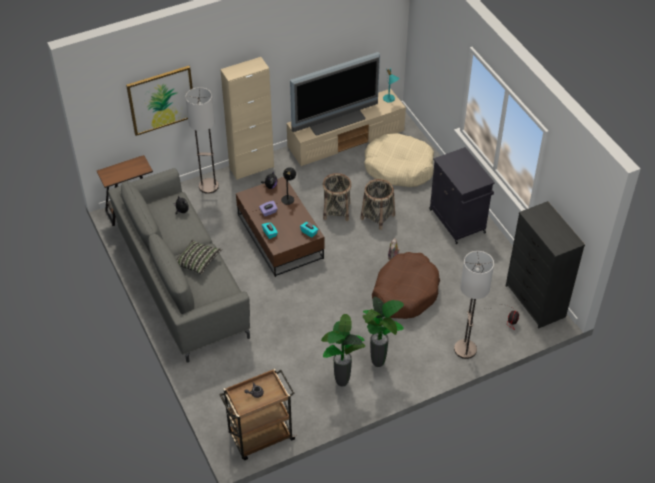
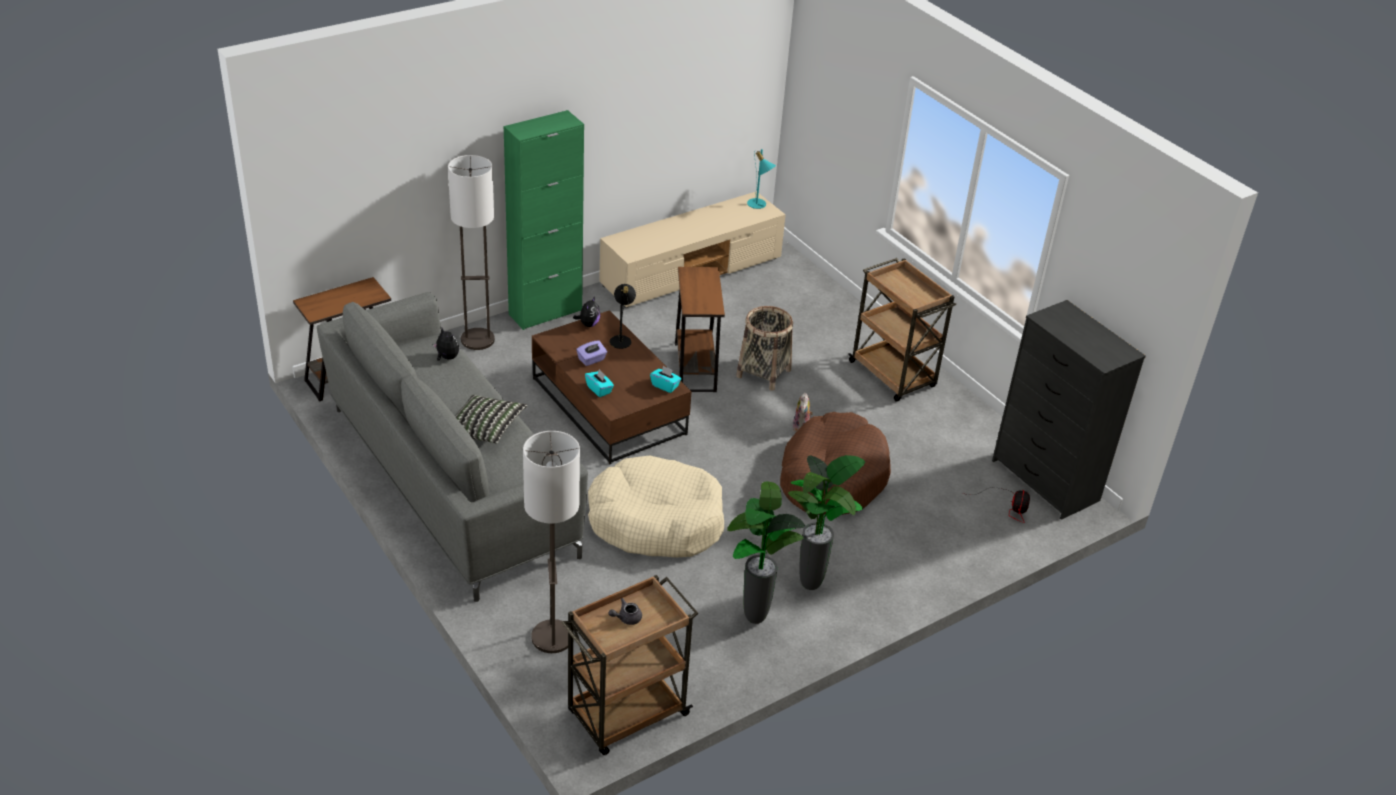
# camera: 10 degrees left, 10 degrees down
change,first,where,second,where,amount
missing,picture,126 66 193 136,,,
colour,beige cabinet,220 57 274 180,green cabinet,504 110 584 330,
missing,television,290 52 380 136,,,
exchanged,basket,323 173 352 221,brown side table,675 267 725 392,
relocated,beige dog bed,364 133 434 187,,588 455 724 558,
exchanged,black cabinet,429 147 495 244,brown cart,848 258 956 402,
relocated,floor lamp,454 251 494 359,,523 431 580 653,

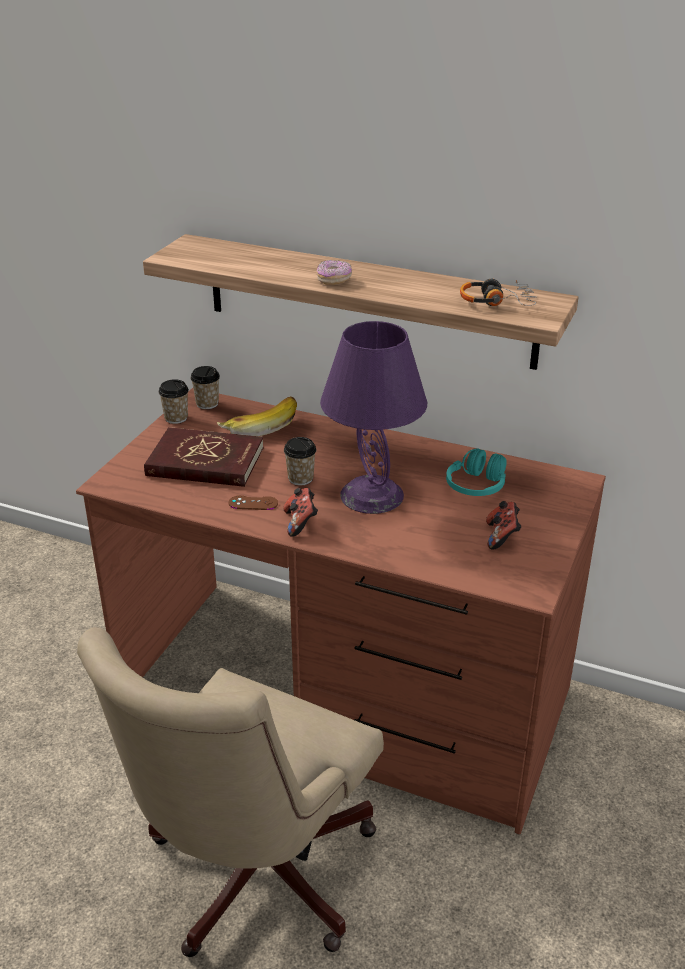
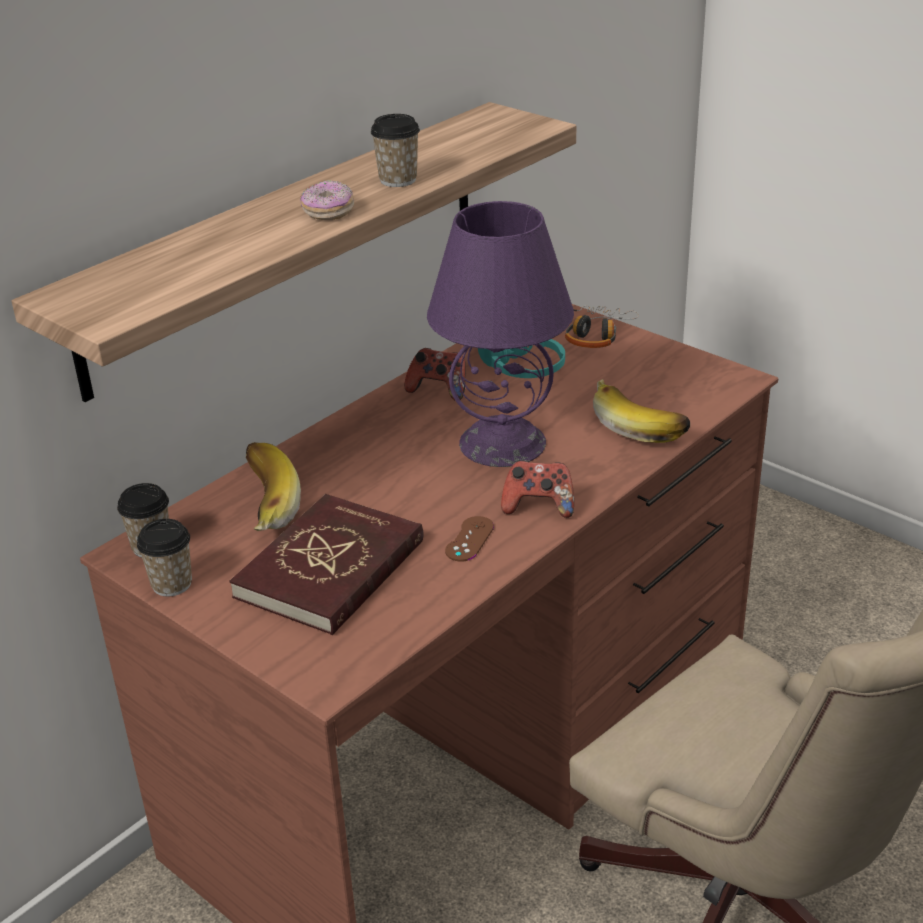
# camera: 70 degrees left, 0 degrees up
change,first,where,second,where,amount
relocated,cup,284 437 316 485,,371 114 420 187,
relocated,headphones,460 279 537 306,,565 306 639 348,
relocated,game controller,486 501 522 549,,404 348 466 400,
appeared,,,banana,593 379 690 443,

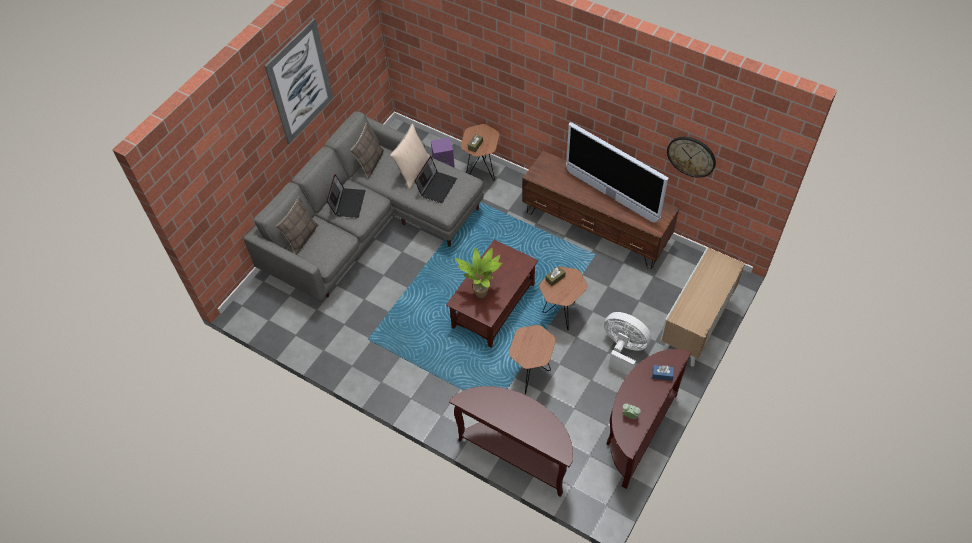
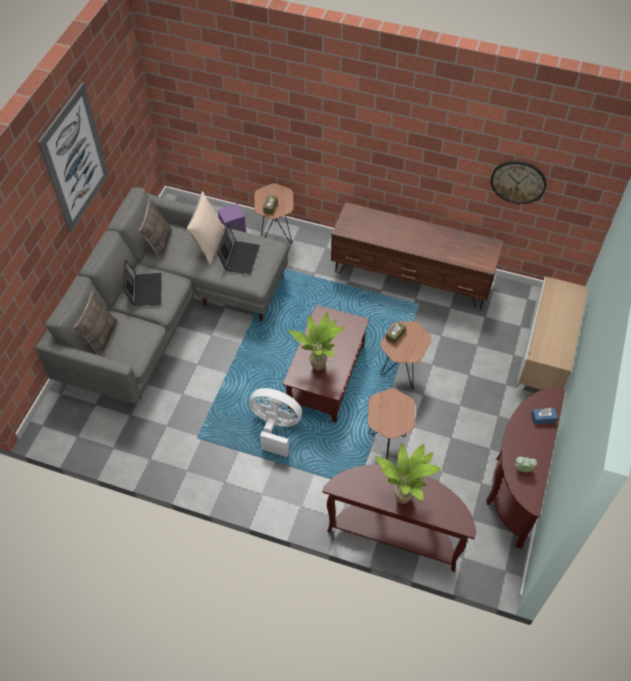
# camera: 15 degrees left, 0 degrees up
change,first,where,second,where,amount
missing,television,566 122 668 223,,,
relocated,white fan,604 312 651 375,,249 388 302 457,
appeared,,,potted plant,375 444 441 504,

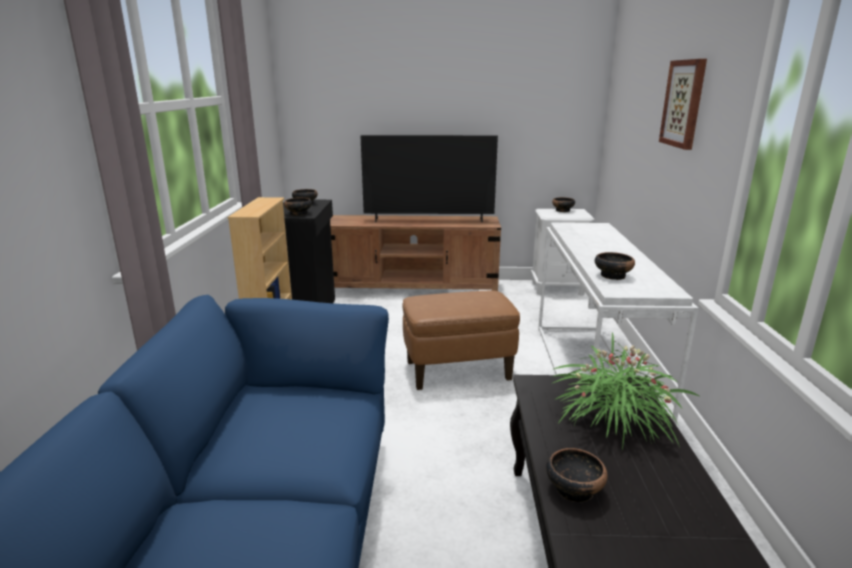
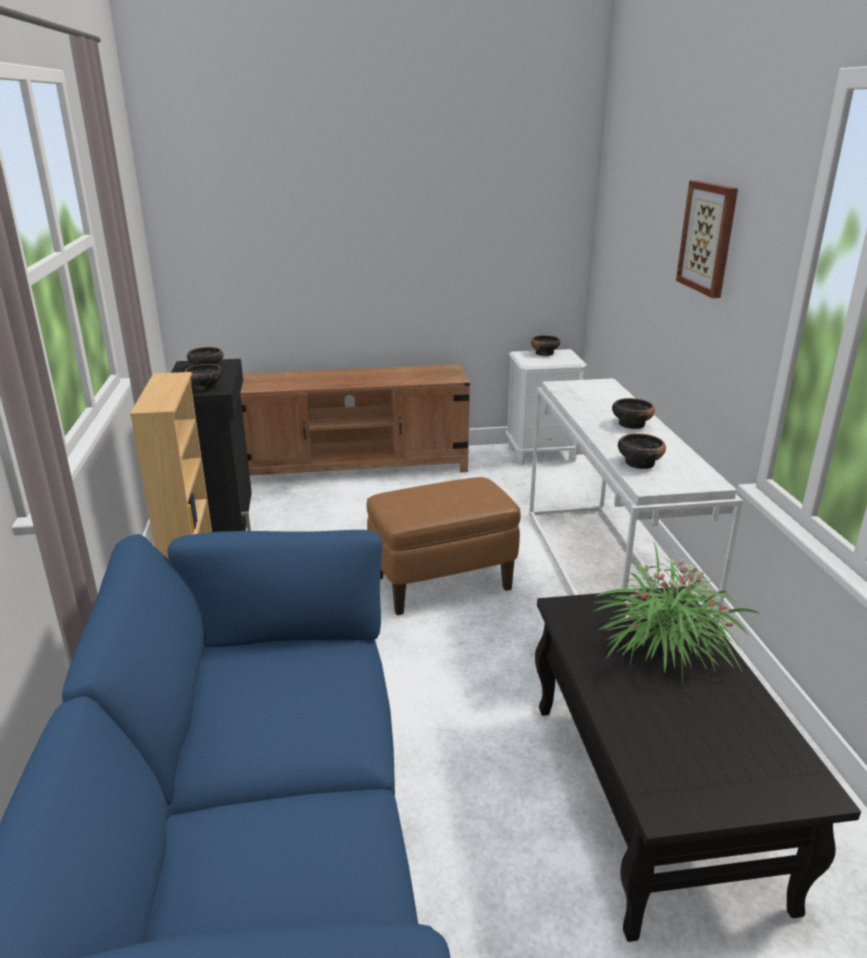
# camera: 10 degrees left, 5 degrees up
change,first,where,second,where,amount
missing,television,360 135 498 223,,,
relocated,bowl,546 448 608 503,,612 398 655 429,

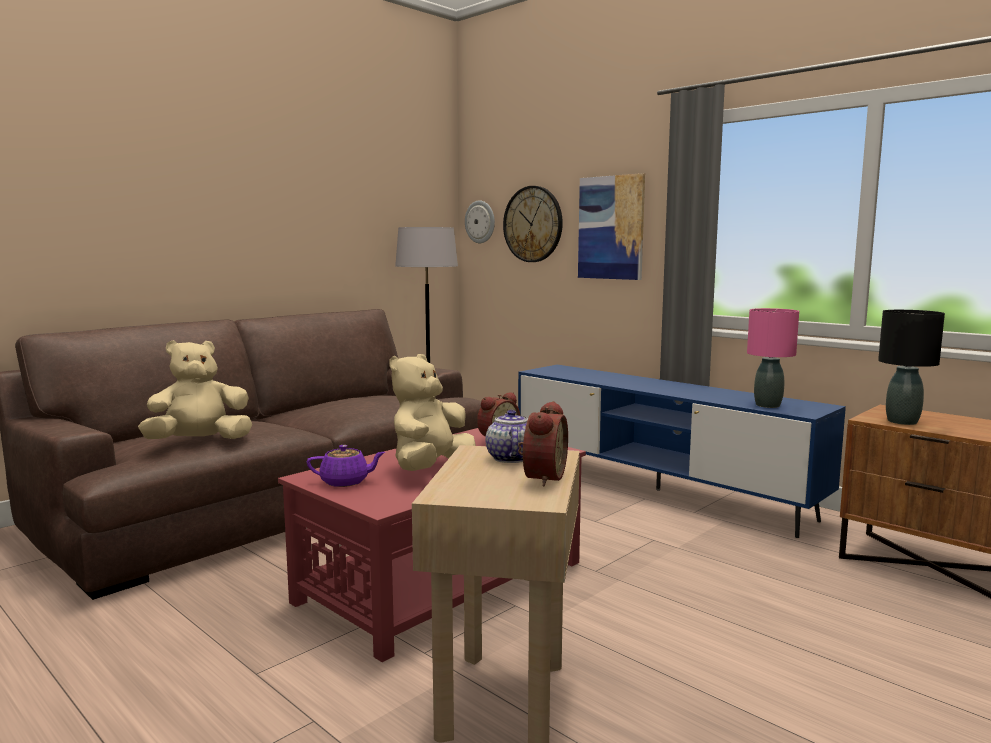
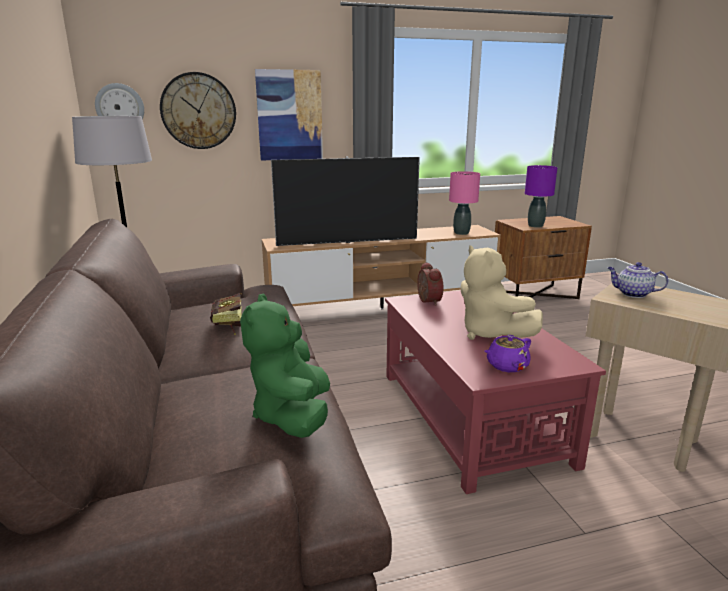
# camera: 60 degrees left, 10 degrees up
change,first,where,second,where,amount
colour,beige plush toy,138 340 252 439,green plush toy,240 294 330 438,
spun,purple teapot,307 445 385 487,,484 335 531 372,150 degrees counterclockwise
colour,blue tv stand,518 365 846 538,brown tv stand,262 225 501 310,
missing,alarm clock,518 401 568 487,,,
colour,black table lamp,878 310 945 425,purple table lamp,525 165 558 228,
appeared,,,book,210 293 242 335,
appeared,,,television,271 156 420 246,

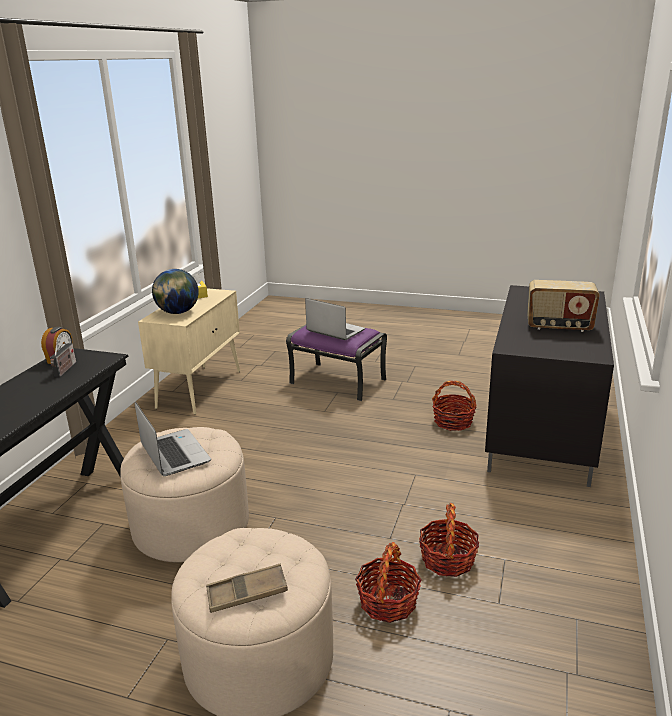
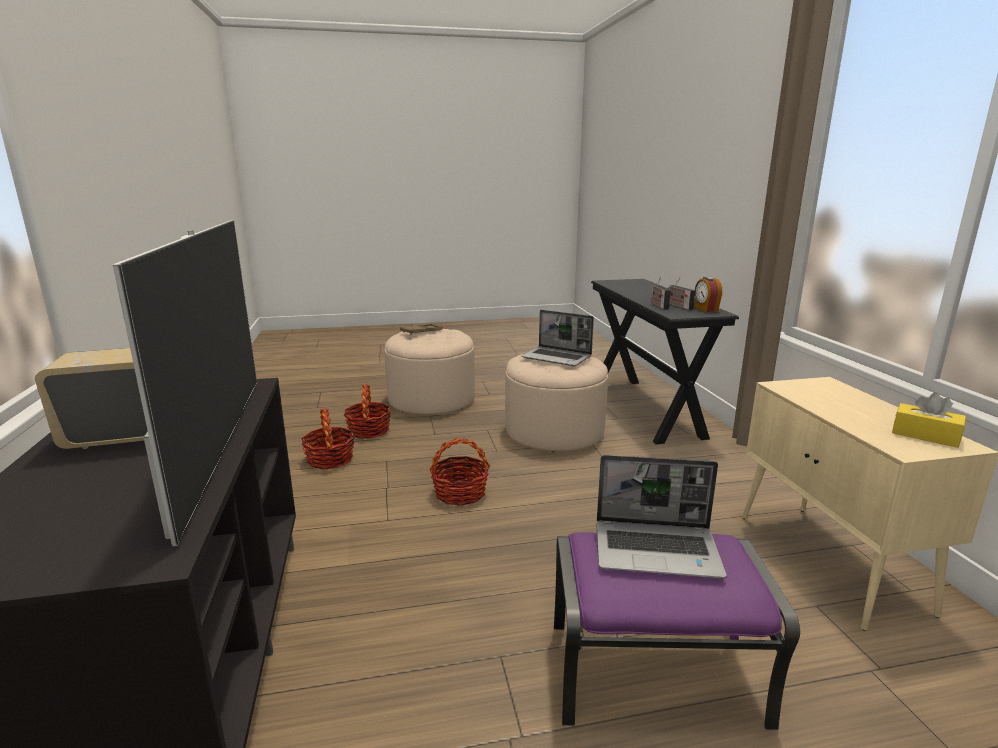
# camera: 150 degrees right, 5 degrees down
change,first,where,second,where,amount
missing,globe,152 269 199 314,,,
relocated,basket,432 381 477 431,,430 438 491 506,
appeared,,,television,113 220 257 546,
appeared,,,radio,651 276 671 310,

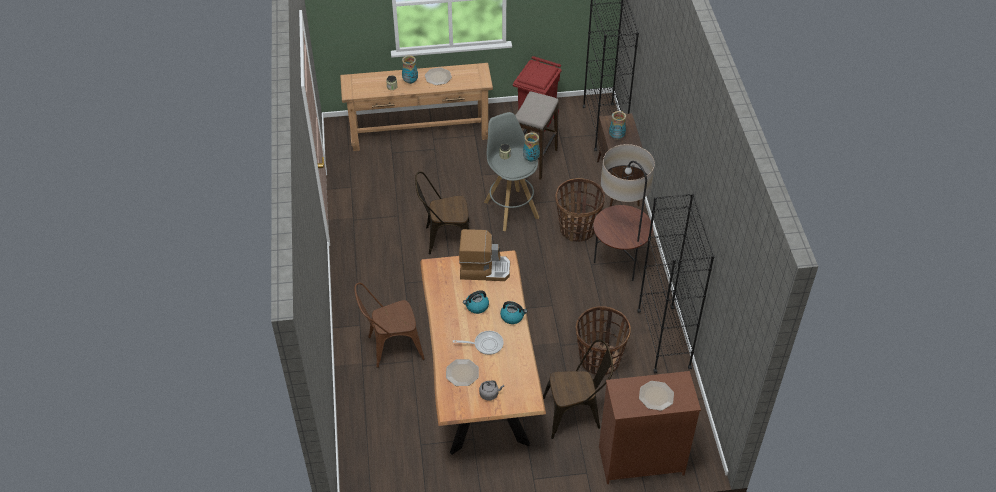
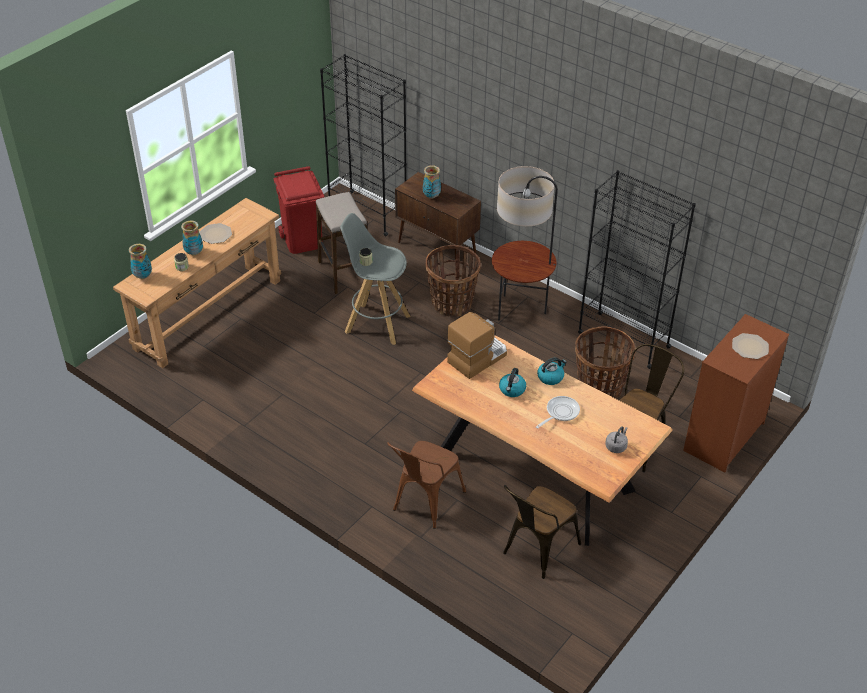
# camera: 45 degrees left, 5 degrees down
change,first,where,second,where,amount
relocated,brown chair,415 172 469 254,,503 485 581 579,
missing,plate,446 359 479 386,,,
relocated,vase,523 132 540 162,,129 244 152 279,

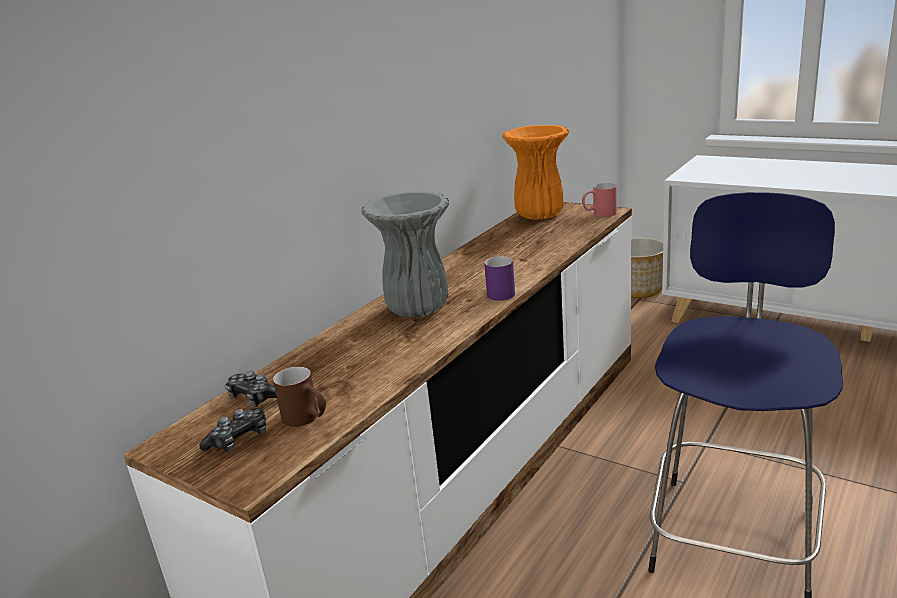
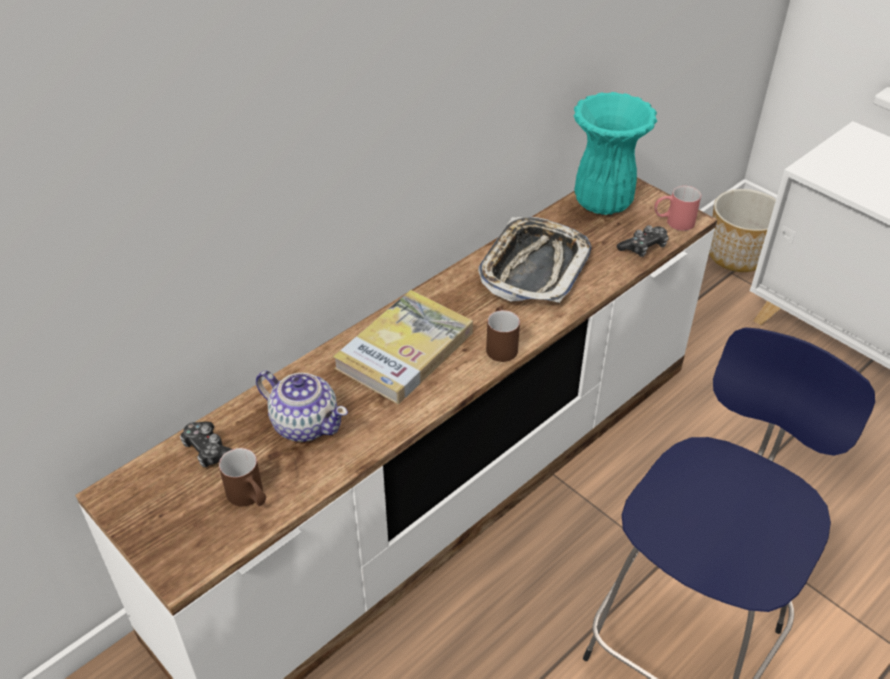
# camera: 10 degrees right, 20 degrees up
change,first,where,second,where,amount
relocated,game controller,199 408 266 453,,617 225 669 257,
exchanged,grey vase,361 191 449 317,book,333 290 473 404,
colour,purple mug,484 256 515 301,brown mug,486 307 520 362,
colour,orange vase,502 125 569 220,turquoise vase,574 92 657 215,
appeared,,,teapot,256 371 348 442,
appeared,,,tray,478 217 591 303,

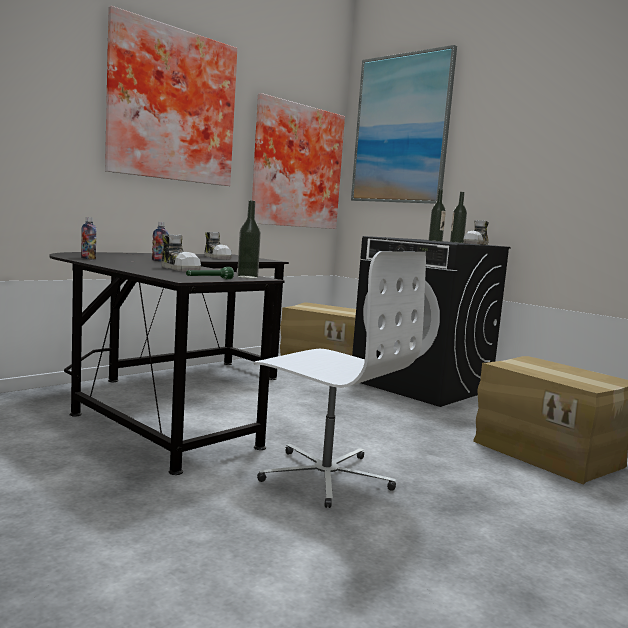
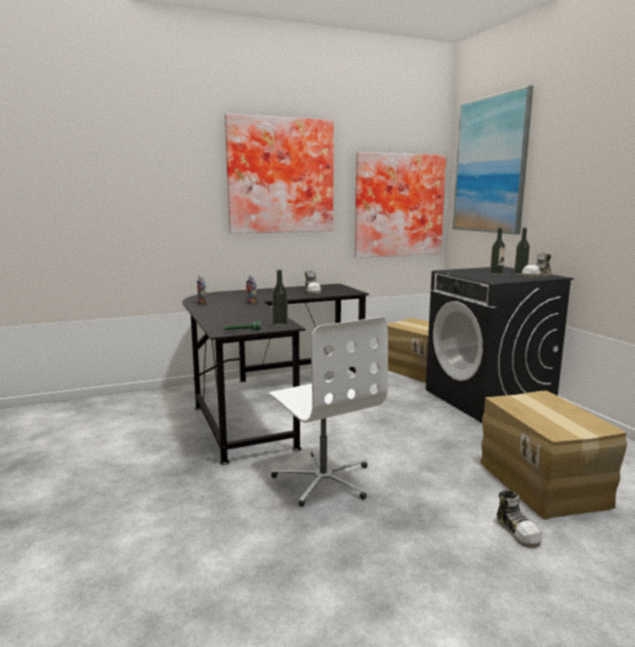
# camera: 25 degrees right, 5 degrees up
change,first,where,second,where,amount
relocated,shoe,161 234 201 272,,497 491 542 548,

